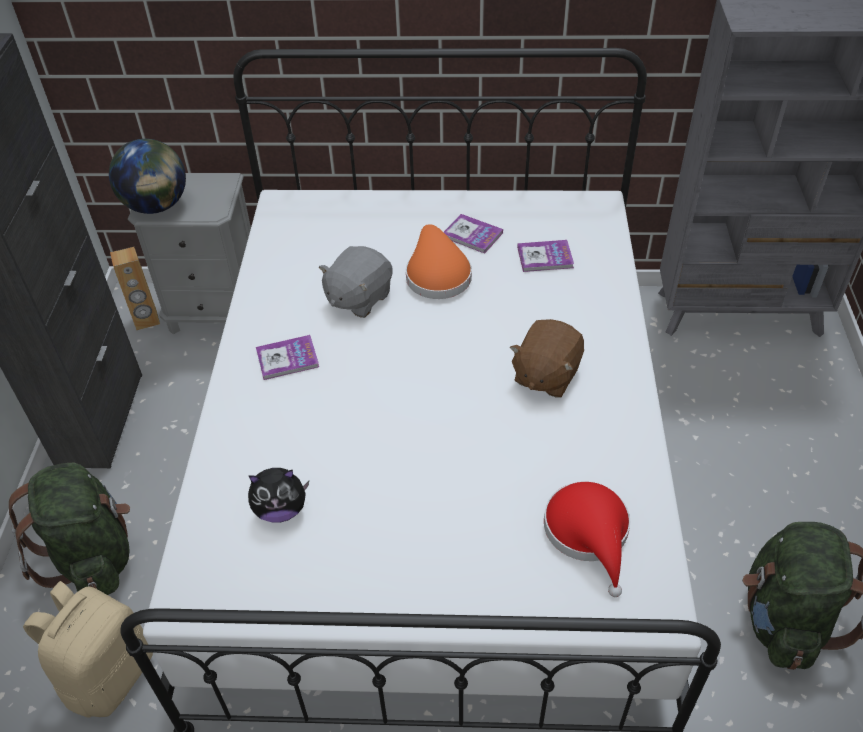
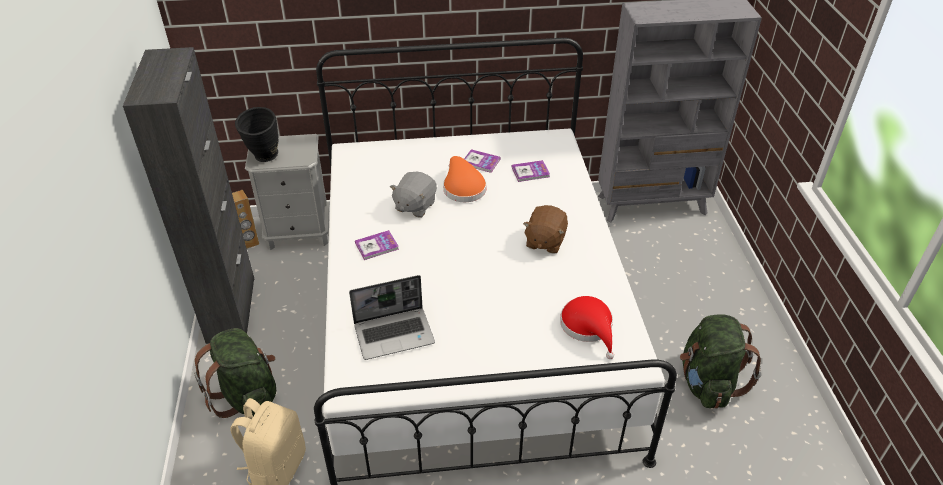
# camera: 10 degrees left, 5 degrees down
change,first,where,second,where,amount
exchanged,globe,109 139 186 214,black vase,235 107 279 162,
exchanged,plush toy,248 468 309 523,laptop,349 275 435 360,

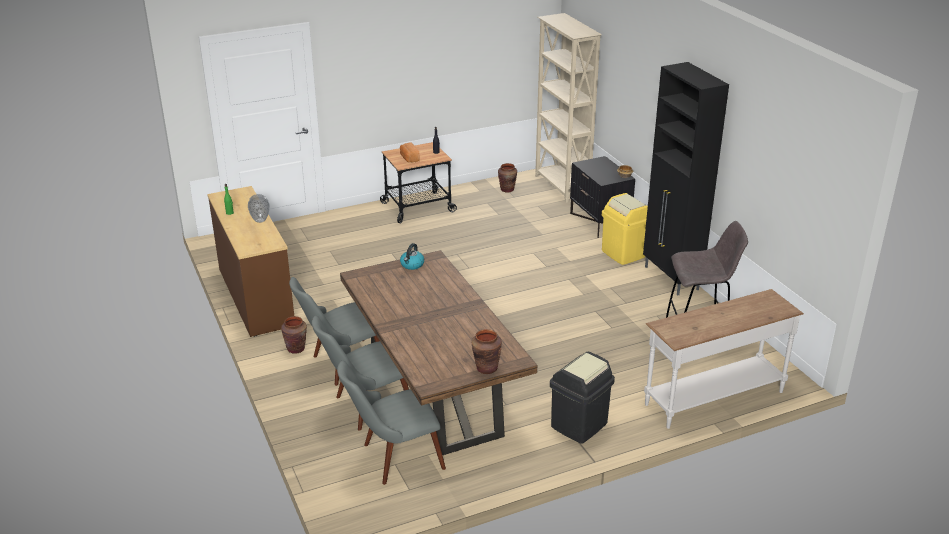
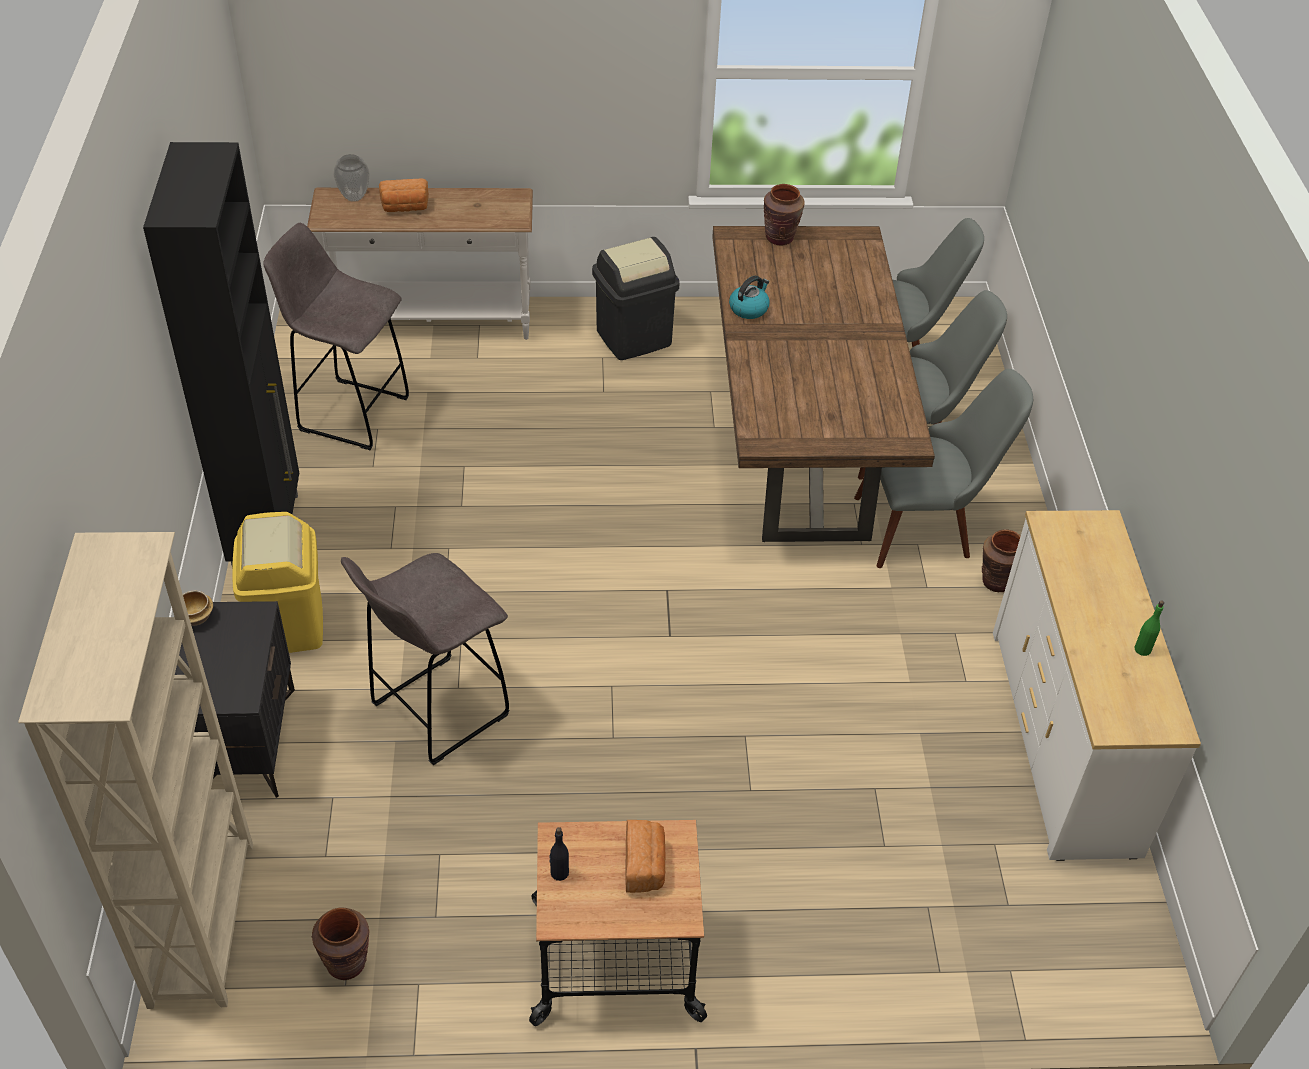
# camera: 160 degrees left, 15 degrees up
change,first,where,second,where,amount
colour,brown dresser,207 186 294 337,white dresser,993 510 1201 861,
relocated,vase,248 194 270 223,,334 154 369 202,
relocated,kettle,400 243 424 270,,729 276 770 319,
appeared,,,grey stool,341 553 509 765,
appeared,,,bread,379 178 429 212,

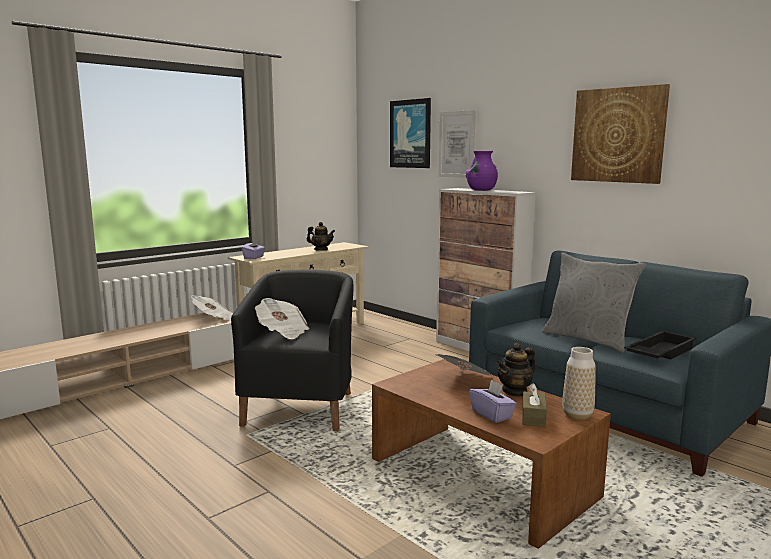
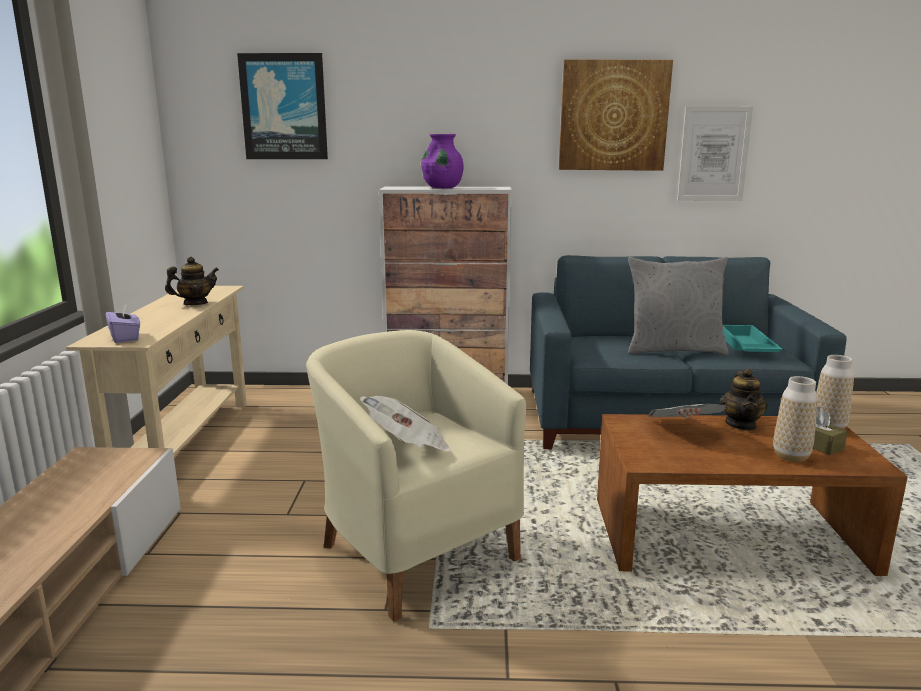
# camera: 45 degrees left, 5 degrees up
change,first,where,second,where,amount
missing,newspaper,191 295 232 320,,,
colour,black armchair,231 269 354 431,beige armchair,306 330 526 621,
relocated,picture,439 110 477 178,,677 106 753 201,
exchanged,purple tissue box,469 380 517 423,vase,773 376 818 462,
colour,black tray,624 331 696 359,turquoise tray,723 325 783 352,

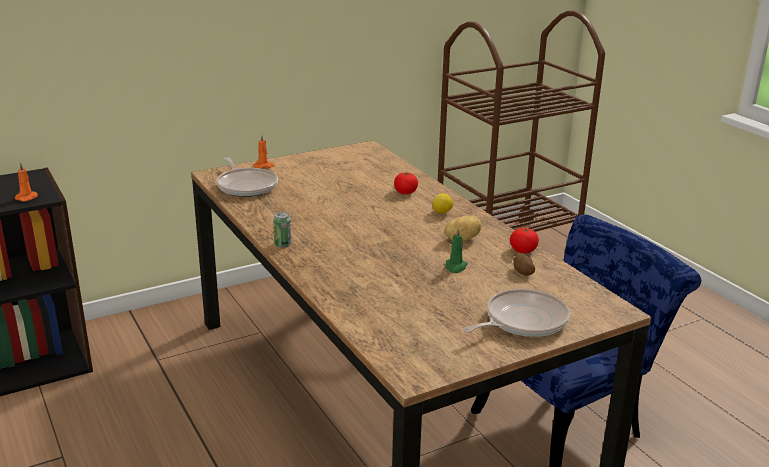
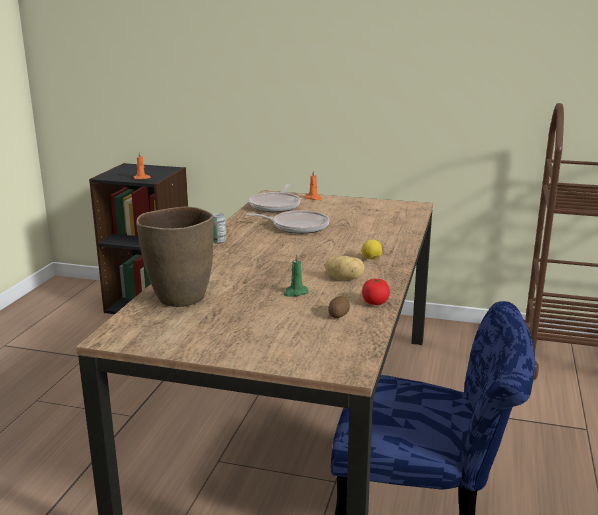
# camera: 45 degrees right, 5 degrees down
change,first,where,second,where,amount
missing,tomato,394 172 418 194,,,
relocated,frying pan,463 289 570 337,,246 210 330 234,
appeared,,,brown vase,136 207 214 307,

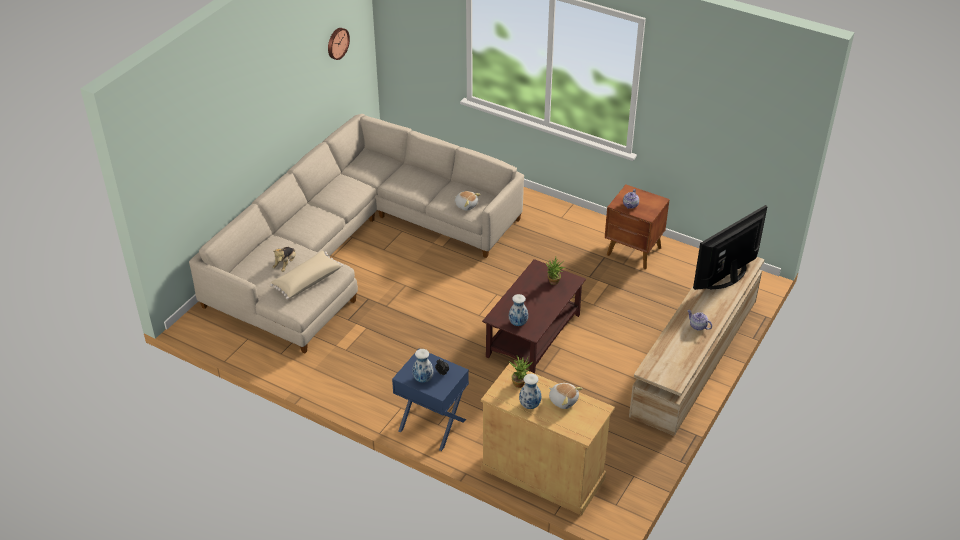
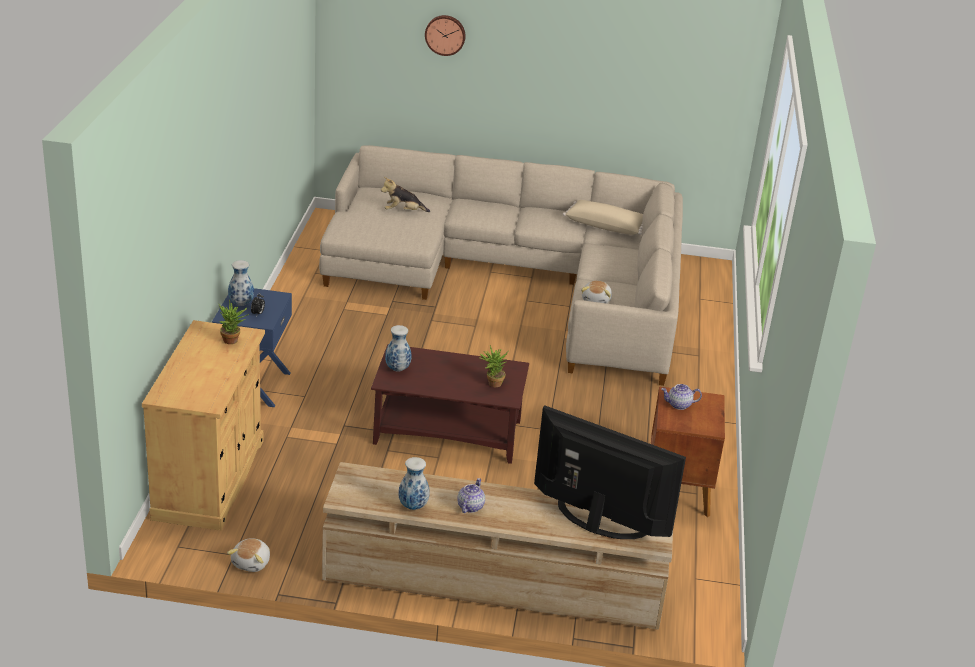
# camera: 65 degrees right, 10 degrees down
change,first,where,second,where,amount
relocated,beige pillow,270 251 343 299,,563 200 643 235,
relocated,wall clock,328 28 350 60,,425 15 466 56,
relocated,vase,519 374 541 409,,398 457 430 510,
relocated,plush toy,549 383 583 409,,227 538 270 572,

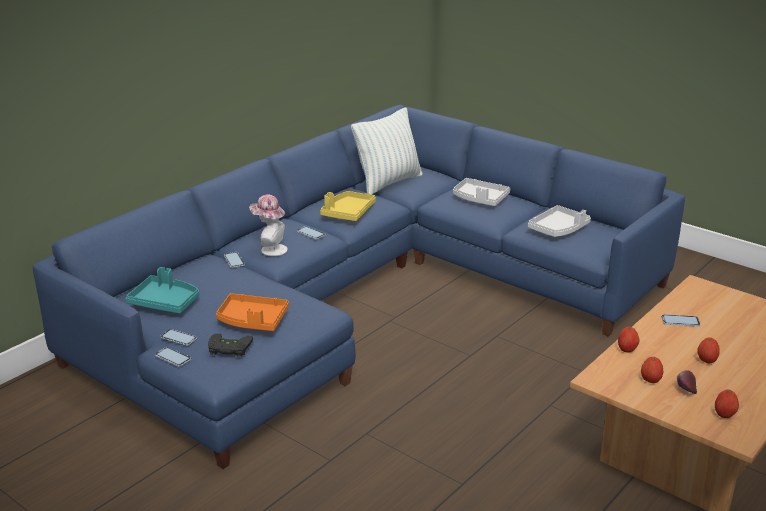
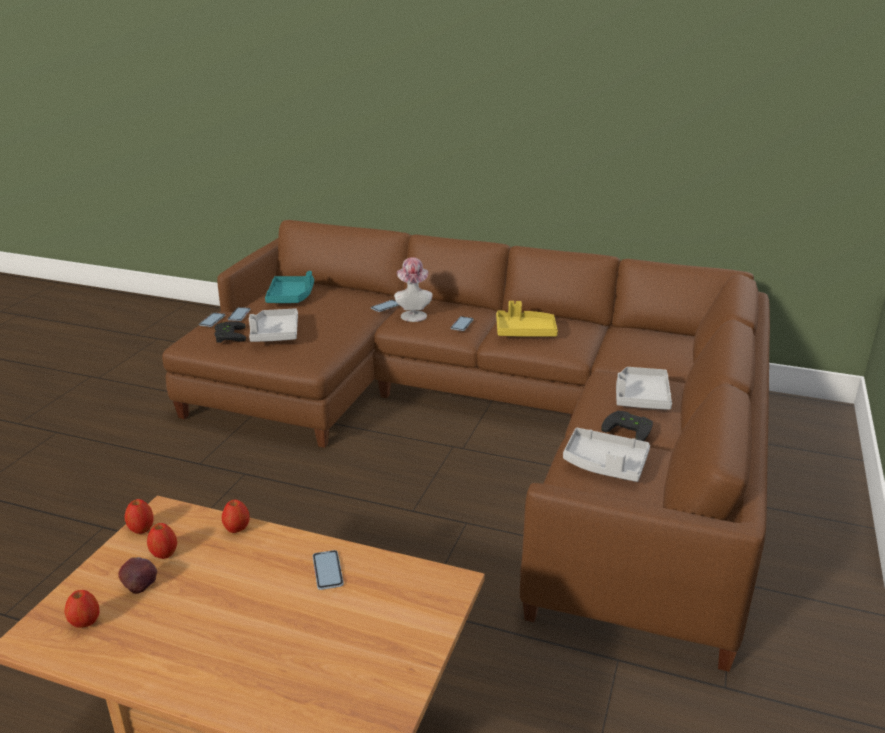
# camera: 70 degrees right, 0 degrees up
change,first,where,second,where,amount
colour,blue sofa,33 105 685 469,brown sofa,162 220 770 672,
colour,orange tray,216 293 289 331,grey tray,249 309 298 342,
missing,pillow,351 107 423 195,,,
relocated,apple,697 338 720 363,,125 499 154 534,
appeared,,,black game controller,601 411 653 441,

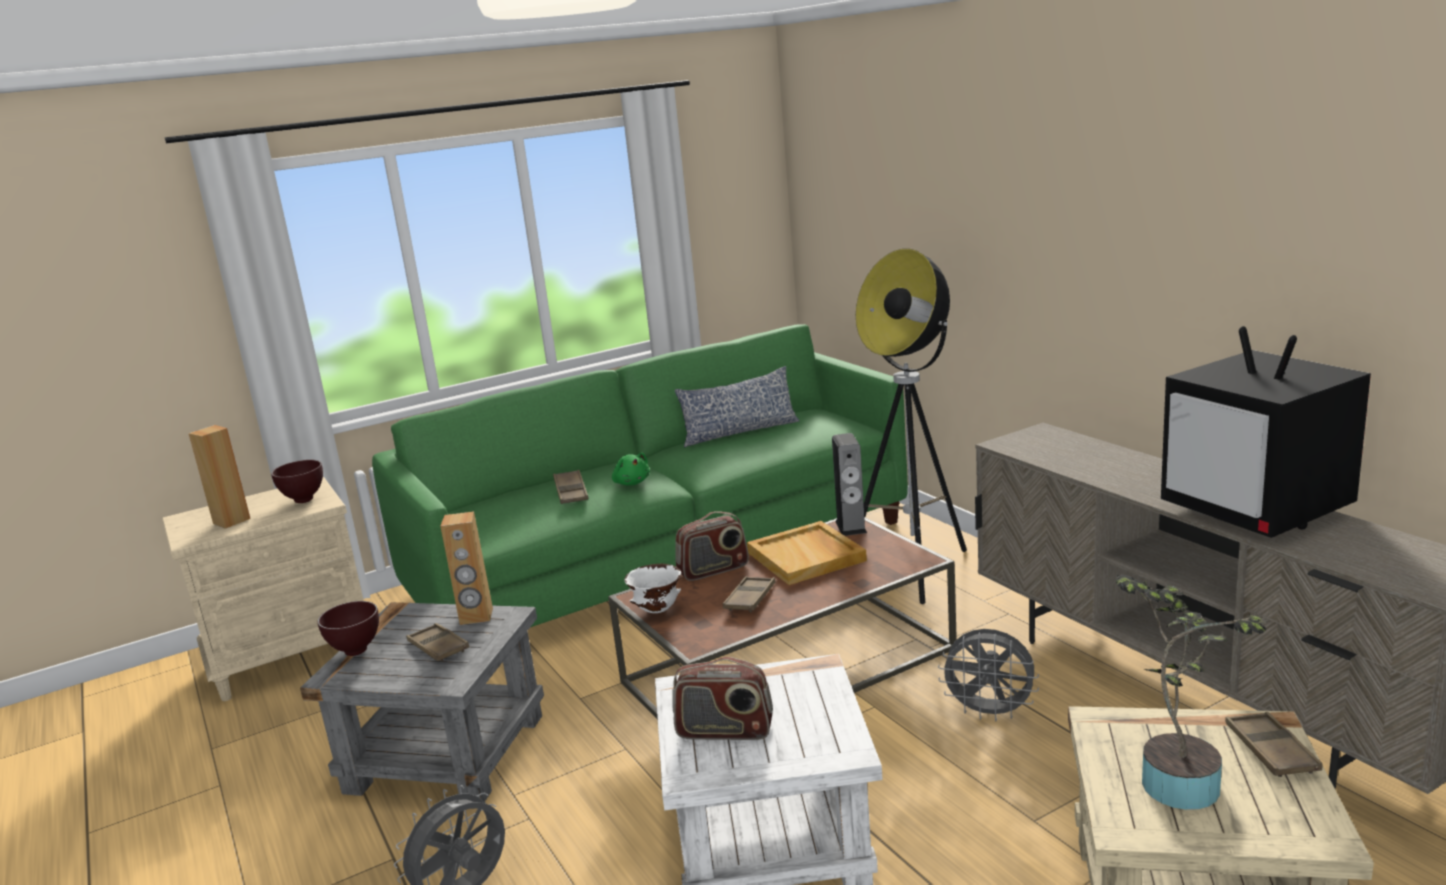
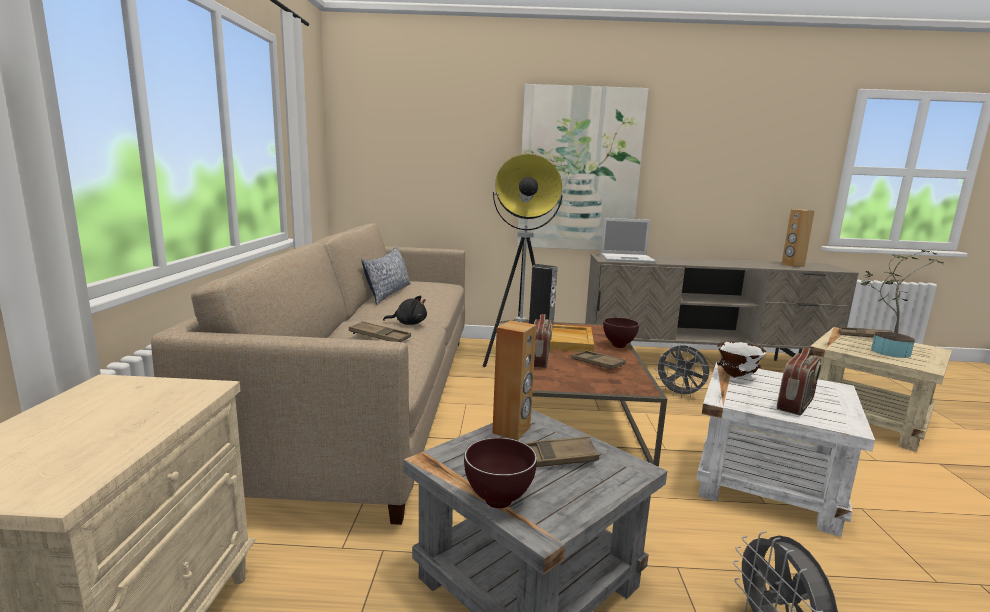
# camera: 60 degrees left, 5 degrees down
change,first,where,second,where,amount
relocated,brown speaker,189 425 251 529,,782 209 814 267,
relocated,brown bowl,271 460 323 503,,603 317 639 348,
colour,green sofa,372 324 908 627,beige sofa,151 224 465 525,
colour,green plush toy,612 453 650 486,black plush toy,383 295 427 325,
relocated,white bowl,624 564 681 613,,717 341 766 378,
spun,grey fan,938 629 1039 721,,654 344 710 398,75 degrees clockwise
missing,television,1161 326 1371 538,,,
appeared,,,picture,517 84 649 250,
appeared,,,laptop,601 218 656 263,

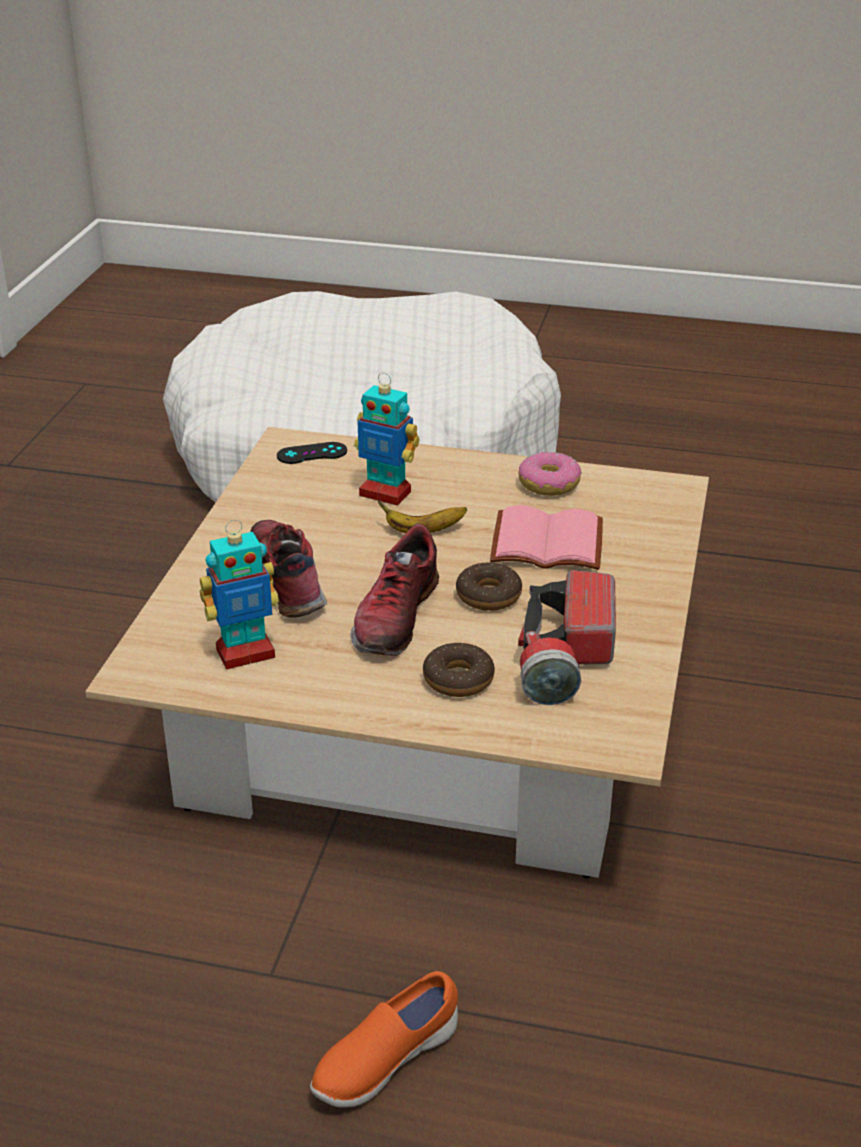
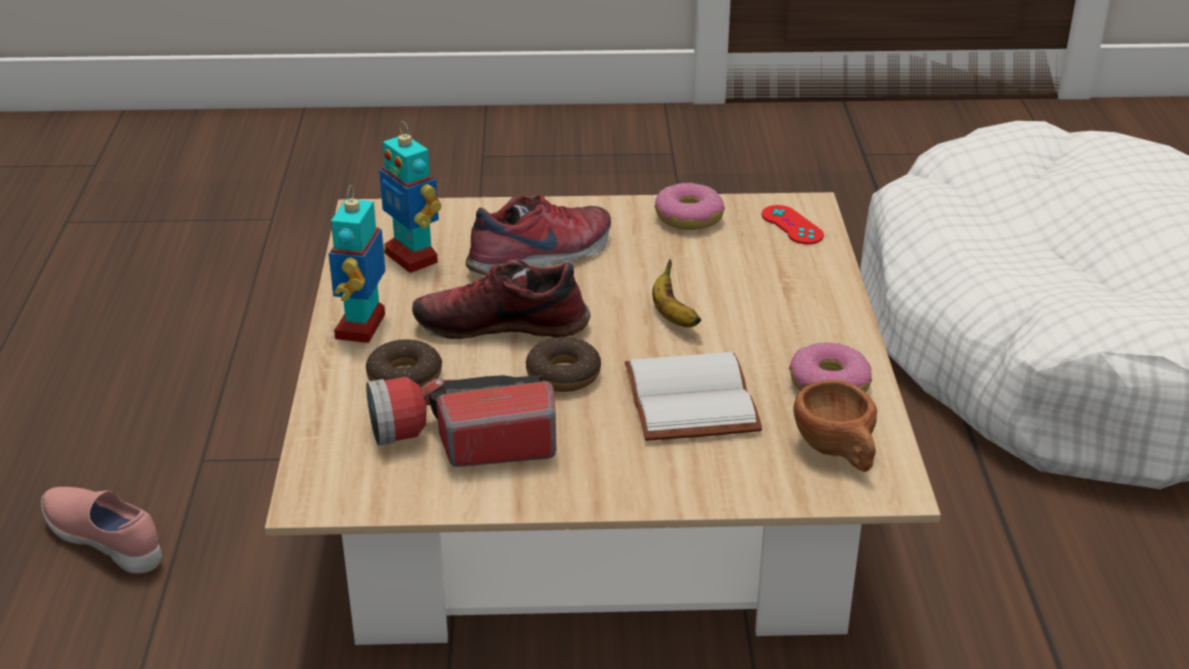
# camera: 75 degrees right, 0 degrees up
change,first,where,second,where,amount
colour,black game controller,277 442 347 464,red game controller,762 205 824 244,
colour,orange shoe,310 971 458 1108,pink shoe,41 487 162 574,
relocated,toy robot,354 373 419 506,,329 185 386 343,
colour,pink book,490 505 603 570,white book,625 352 762 441,
appeared,,,donut,655 183 725 230,
appeared,,,brown cup,793 380 877 472,

